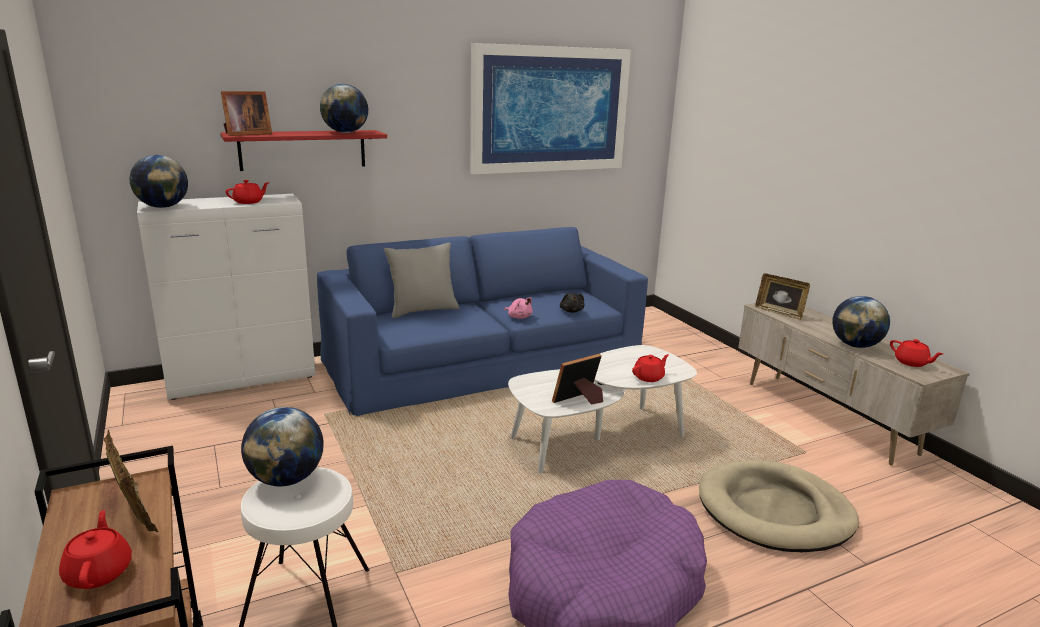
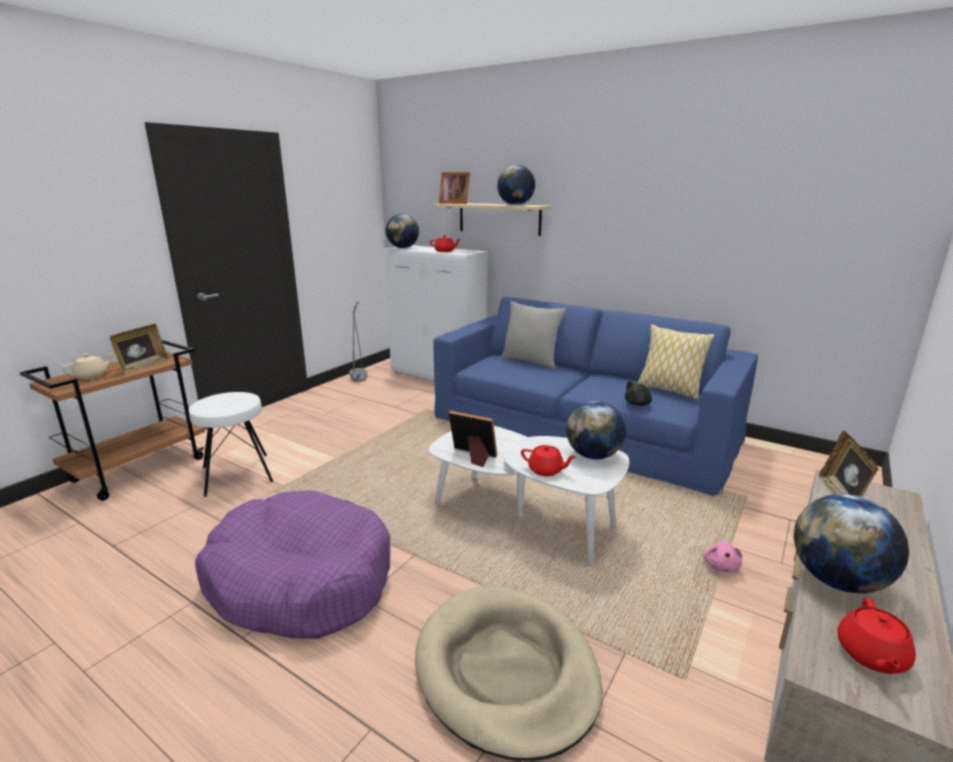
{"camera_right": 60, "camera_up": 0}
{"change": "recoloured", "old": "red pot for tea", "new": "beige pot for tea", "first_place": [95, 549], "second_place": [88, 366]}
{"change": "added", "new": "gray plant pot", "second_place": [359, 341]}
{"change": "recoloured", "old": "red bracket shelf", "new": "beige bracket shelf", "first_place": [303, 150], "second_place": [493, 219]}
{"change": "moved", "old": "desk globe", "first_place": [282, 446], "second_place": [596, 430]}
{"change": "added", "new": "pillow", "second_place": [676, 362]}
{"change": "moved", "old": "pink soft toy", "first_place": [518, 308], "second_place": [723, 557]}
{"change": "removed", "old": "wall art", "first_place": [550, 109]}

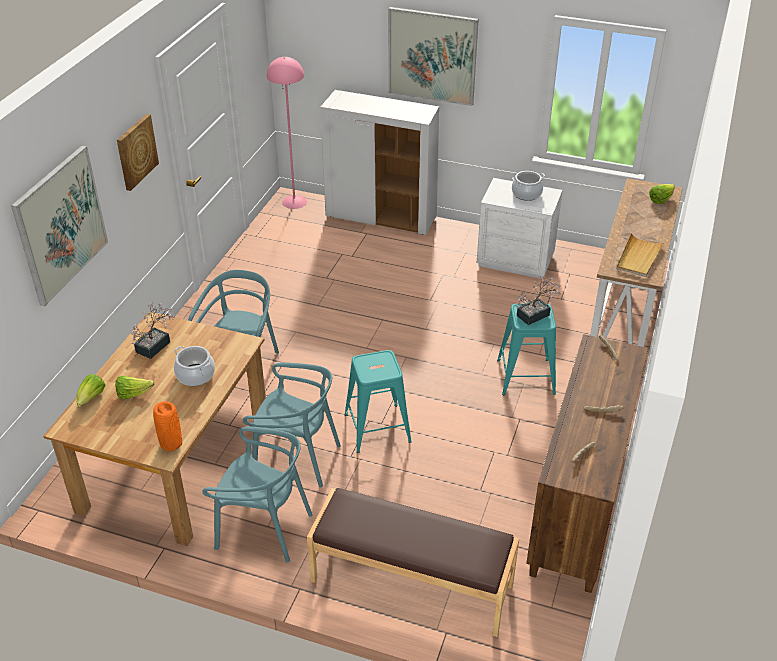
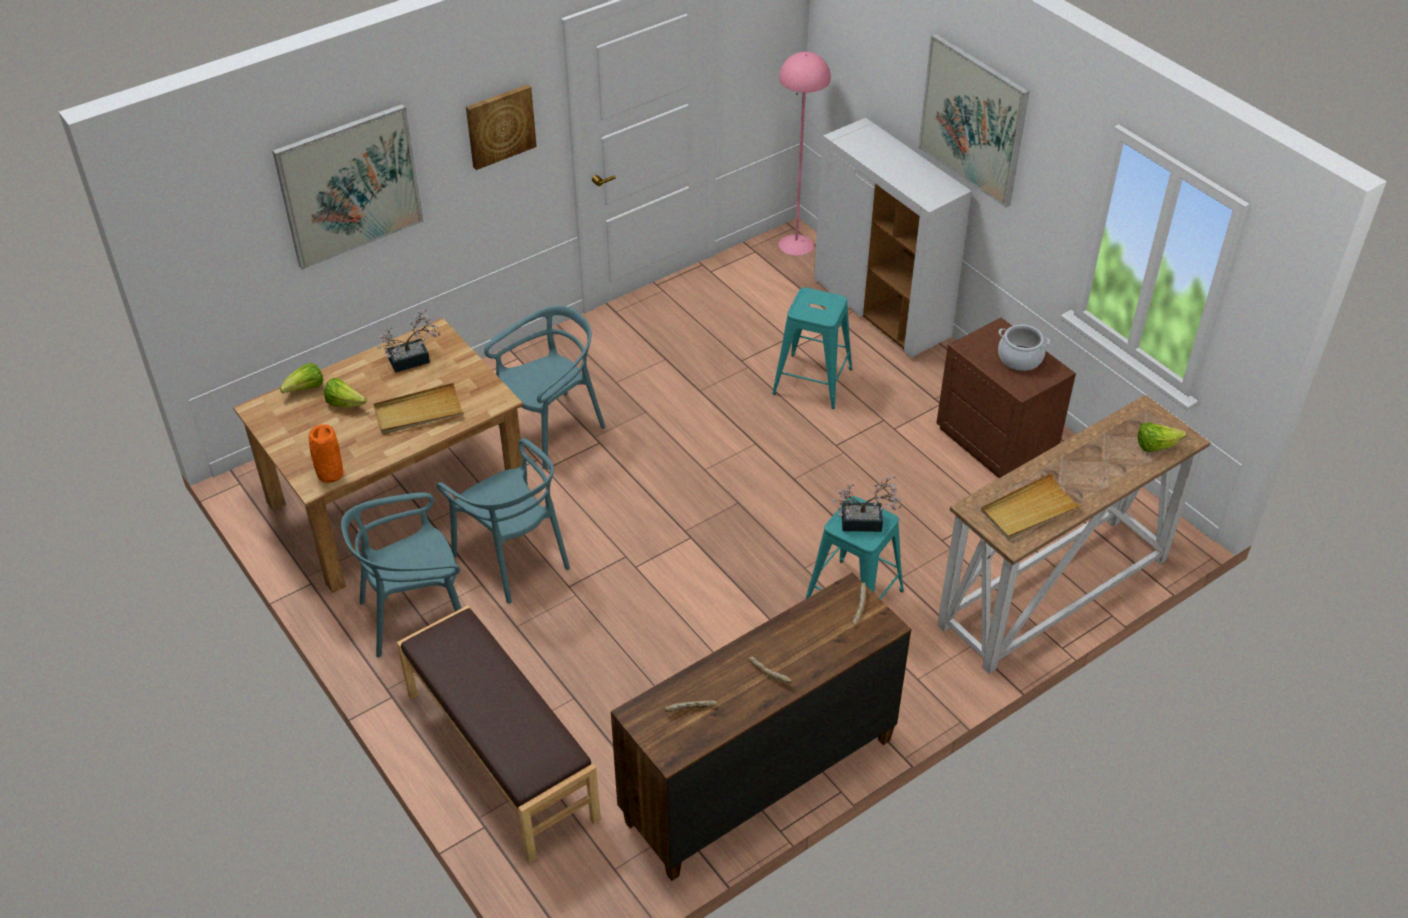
{"camera_right": 35, "camera_up": 5}
{"change": "turned", "old": "blue-green chair", "first_place": [257, 494], "second_place": [401, 575], "degrees": 105}
{"change": "replaced", "old": "cooking pot", "new": "beige tray", "first_place": [194, 366], "second_place": [419, 408]}
{"change": "moved", "old": "blue-green stool", "first_place": [378, 401], "second_place": [812, 348]}
{"change": "recoloured", "old": "white nightstand", "new": "brown nightstand", "first_place": [520, 228], "second_place": [1006, 398]}

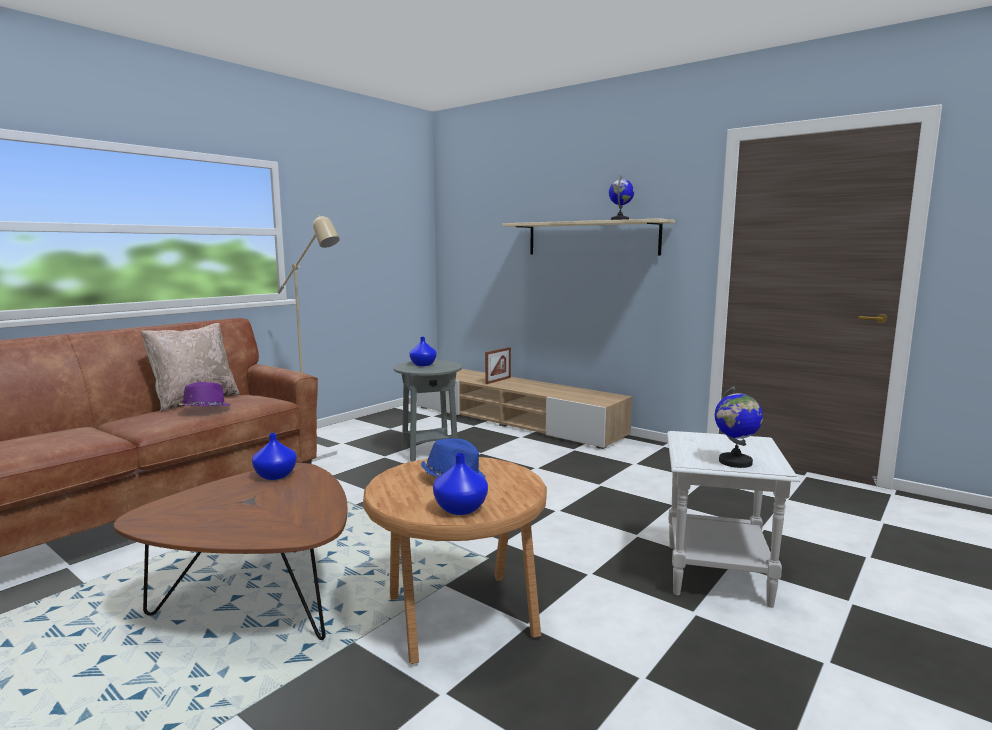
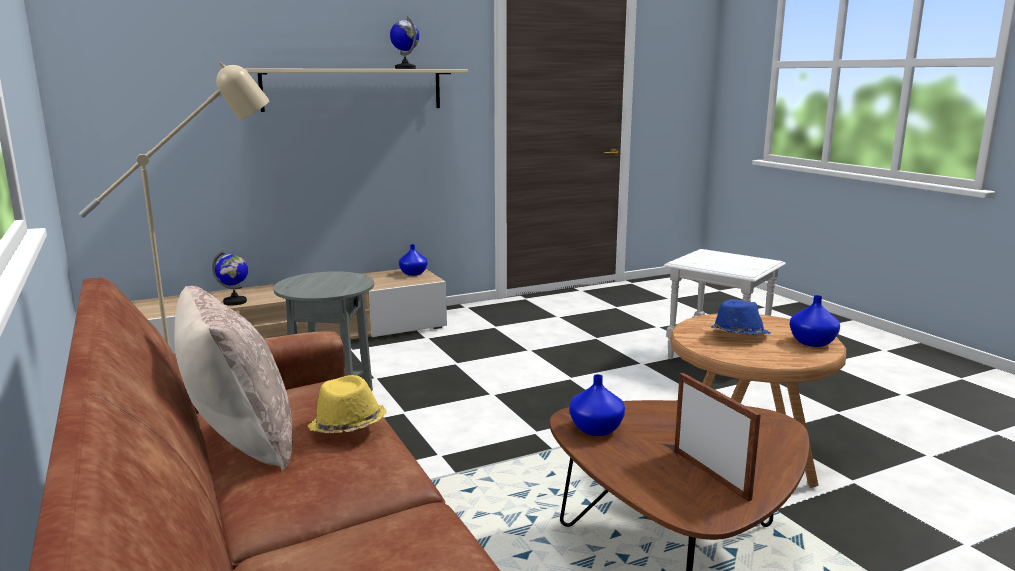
{"camera_right": -65, "camera_up": 5}
{"change": "moved", "old": "desk globe", "first_place": [739, 427], "second_place": [230, 277]}
{"change": "recoloured", "old": "purple wearable hat", "new": "yellow wearable hat", "first_place": [204, 394], "second_place": [346, 404]}
{"change": "moved", "old": "bluish decorative vase", "first_place": [423, 351], "second_place": [413, 260]}
{"change": "moved", "old": "photo frame", "first_place": [498, 365], "second_place": [717, 437]}

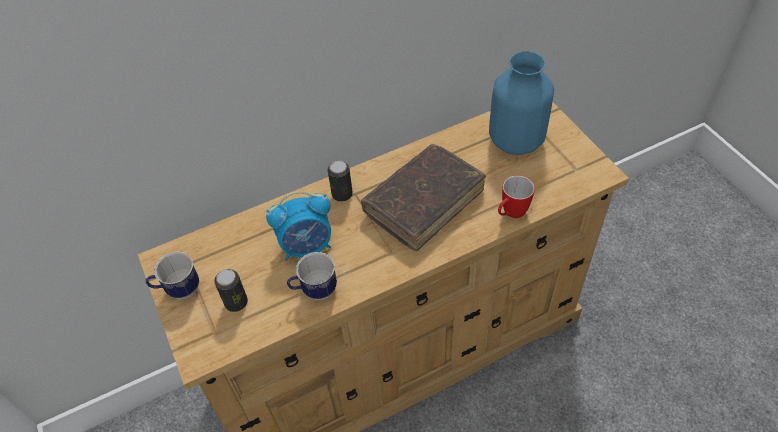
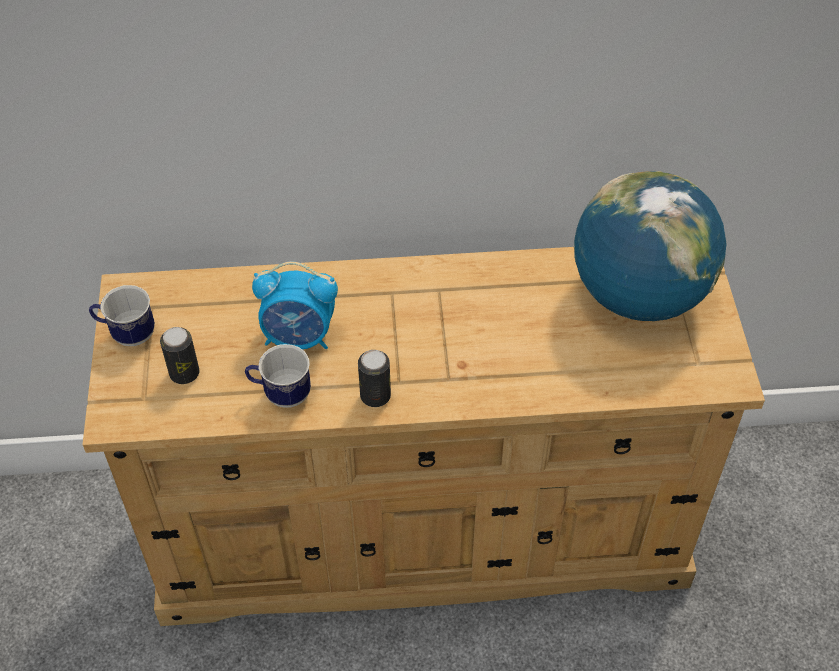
{"camera_right": 20, "camera_up": 0}
{"change": "moved", "old": "can", "first_place": [340, 181], "second_place": [374, 378]}
{"change": "replaced", "old": "bluish decorative vase", "new": "desk globe", "first_place": [521, 103], "second_place": [649, 246]}
{"change": "removed", "old": "brown book", "first_place": [423, 197]}
{"change": "removed", "old": "coffee mug", "first_place": [516, 196]}

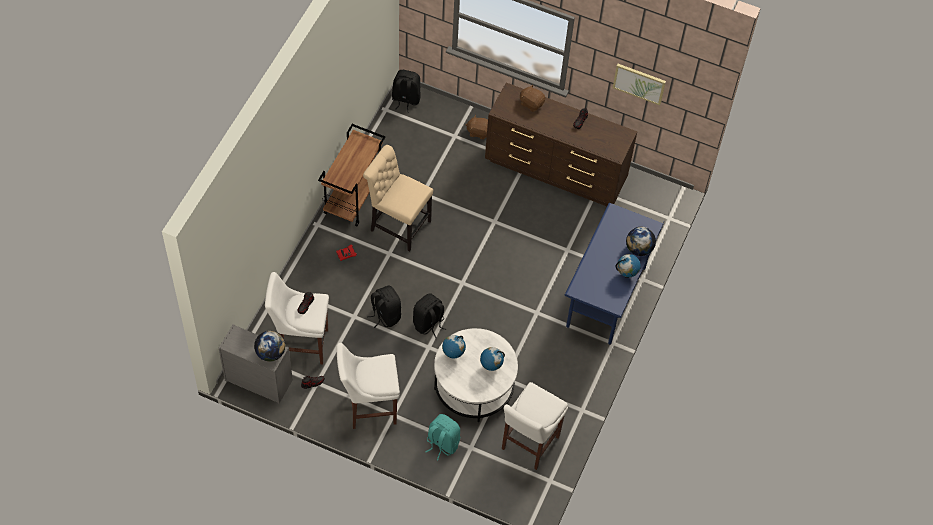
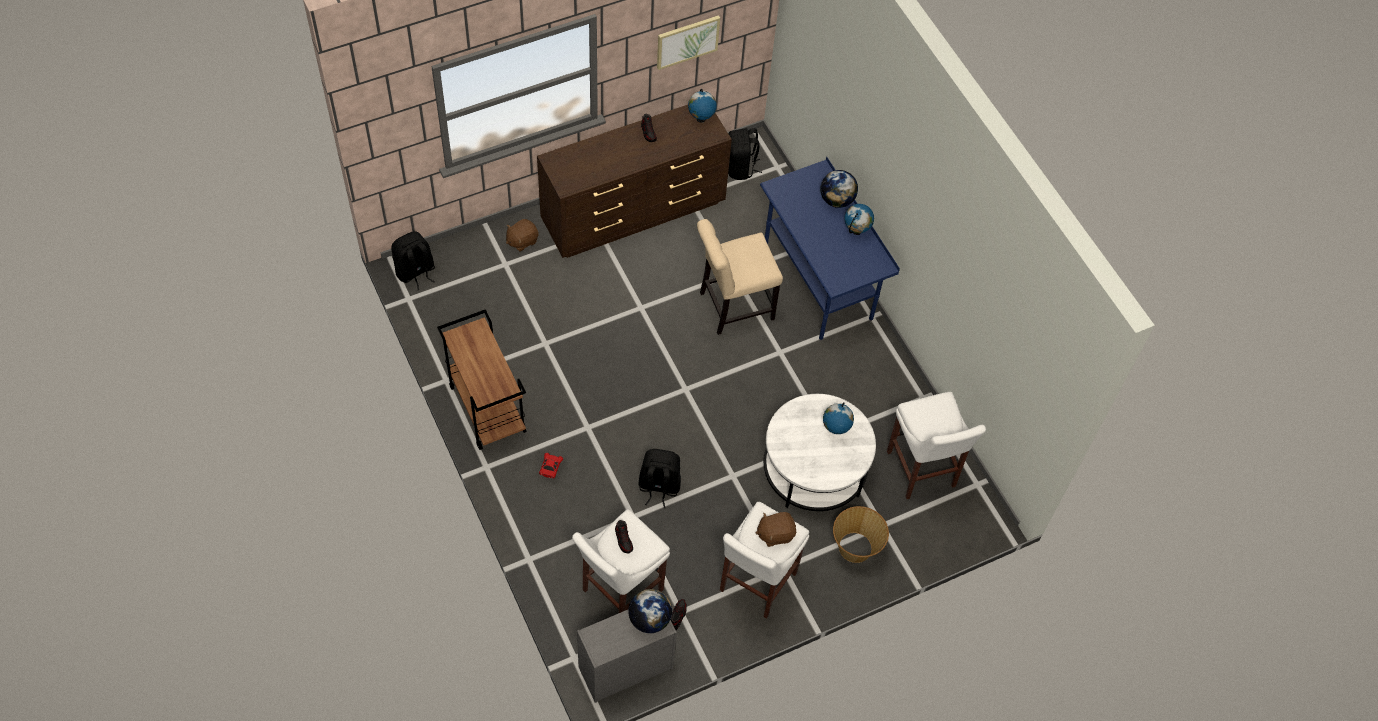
{"camera_right": -50, "camera_up": 0}
{"change": "moved", "old": "desk globe", "first_place": [454, 346], "second_place": [702, 105]}
{"change": "moved", "old": "beige chair", "first_place": [398, 198], "second_place": [740, 277]}
{"change": "moved", "old": "black-coloured backpack", "first_place": [430, 315], "second_place": [745, 154]}
{"change": "moved", "old": "brown soft toy", "first_place": [532, 98], "second_place": [776, 529]}
{"change": "replaced", "old": "blue-green backpack", "new": "storage basket", "first_place": [442, 437], "second_place": [861, 534]}

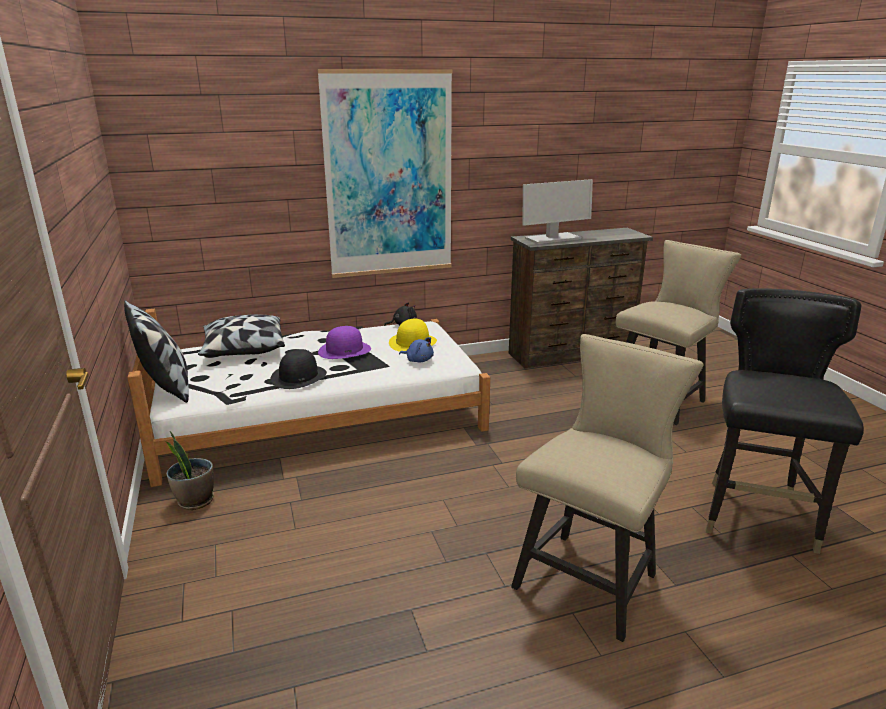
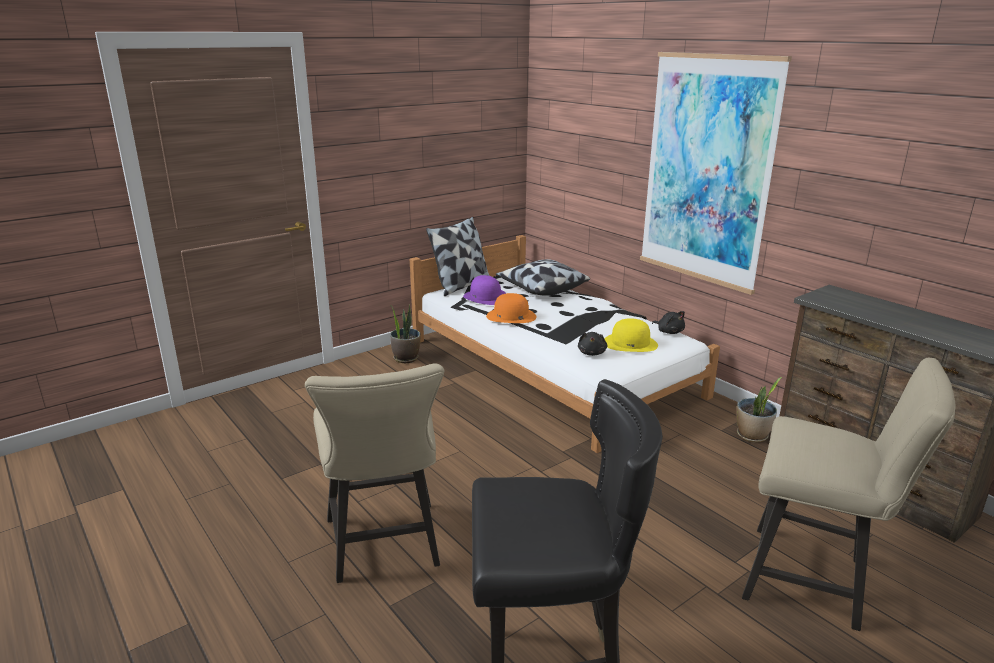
{"camera_right": 70, "camera_up": 0}
{"change": "turned", "old": "beige chair", "first_place": [607, 488], "second_place": [374, 473], "degrees": 60}
{"change": "moved", "old": "purple wearable hat", "first_place": [344, 342], "second_place": [484, 290]}
{"change": "recoloured", "old": "black-coloured wearable hat", "new": "orange-coloured wearable hat", "first_place": [298, 369], "second_place": [511, 308]}
{"change": "recoloured", "old": "bluish soft toy", "new": "black-coloured soft toy", "first_place": [416, 349], "second_place": [592, 344]}
{"change": "added", "new": "houseplant", "second_place": [759, 410]}
{"change": "removed", "old": "monitor", "first_place": [558, 211]}

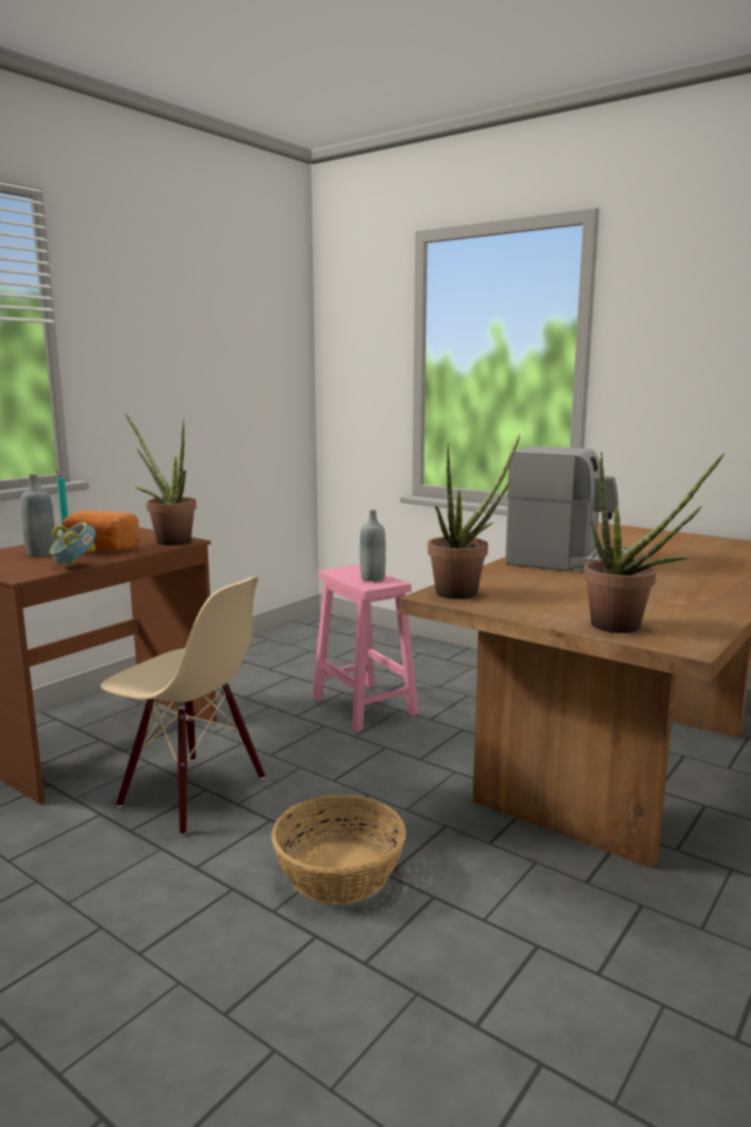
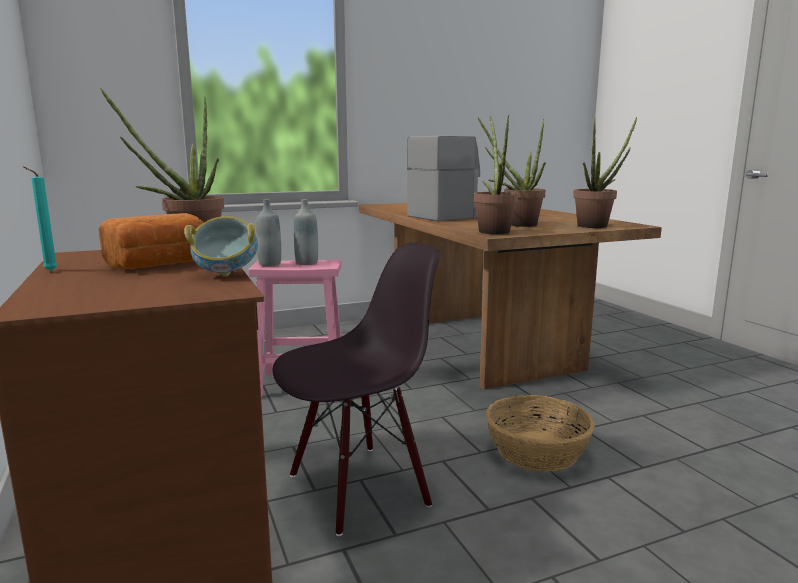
{"camera_right": -60, "camera_up": 0}
{"change": "moved", "old": "gray drink bottle", "first_place": [38, 515], "second_place": [268, 232]}
{"change": "recoloured", "old": "beige chair", "new": "black-coloured chair", "first_place": [183, 706], "second_place": [356, 389]}
{"change": "added", "new": "houseplant", "second_place": [511, 172]}

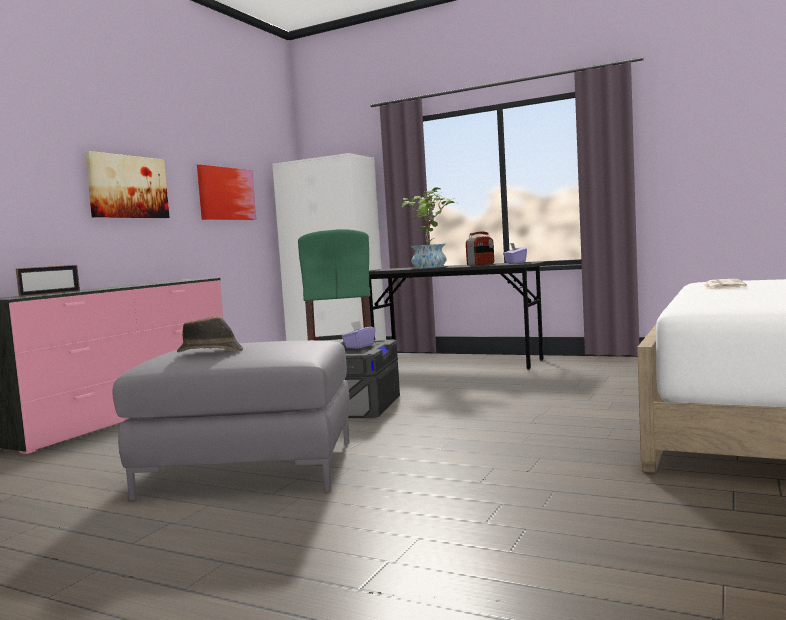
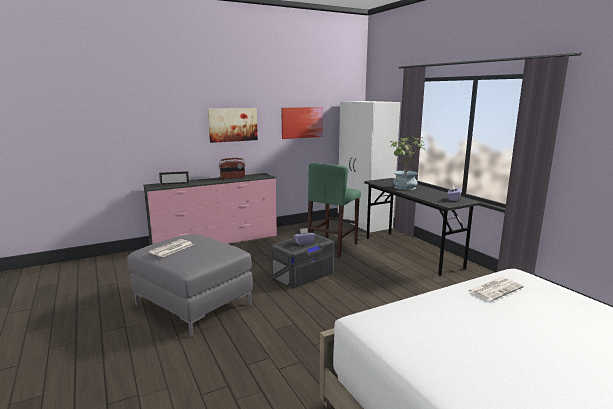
{"camera_right": 35, "camera_up": 10}
{"change": "replaced", "old": "brown wearable hat", "new": "newspaper", "first_place": [210, 334], "second_place": [171, 248]}
{"change": "moved", "old": "radio set", "first_place": [480, 249], "second_place": [232, 168]}

